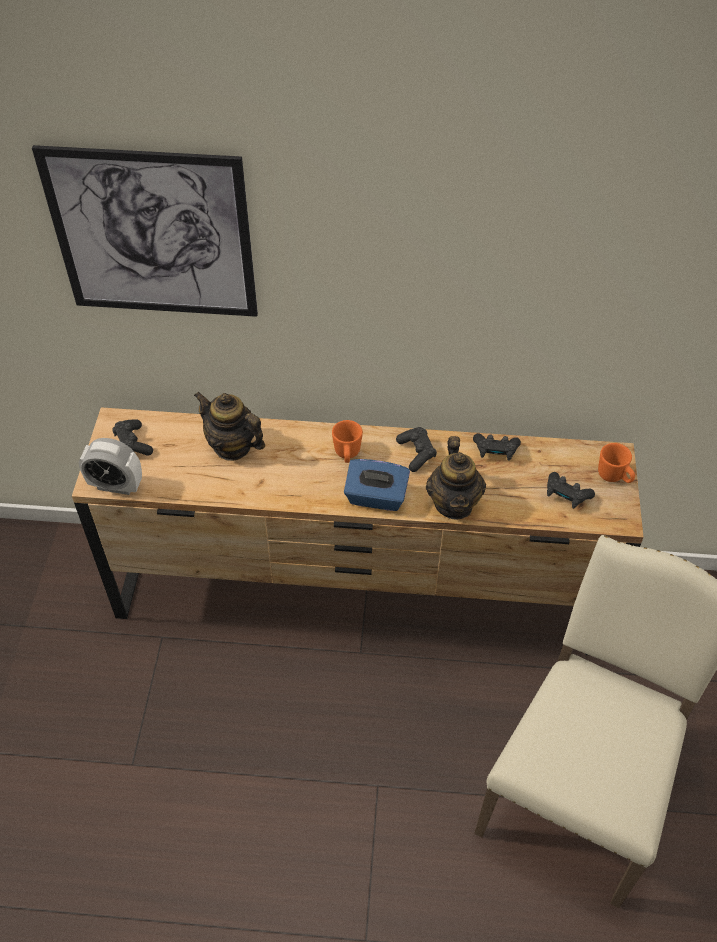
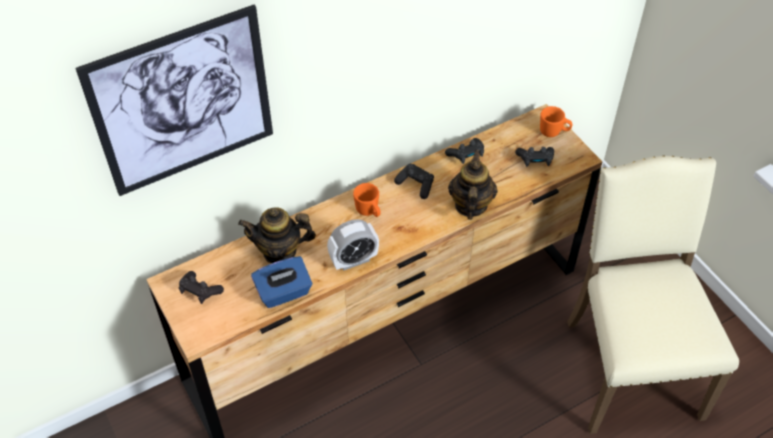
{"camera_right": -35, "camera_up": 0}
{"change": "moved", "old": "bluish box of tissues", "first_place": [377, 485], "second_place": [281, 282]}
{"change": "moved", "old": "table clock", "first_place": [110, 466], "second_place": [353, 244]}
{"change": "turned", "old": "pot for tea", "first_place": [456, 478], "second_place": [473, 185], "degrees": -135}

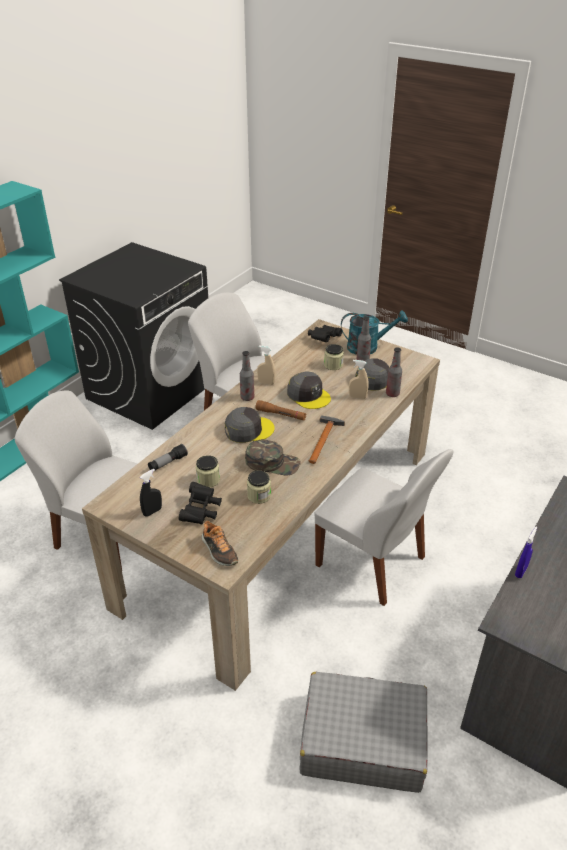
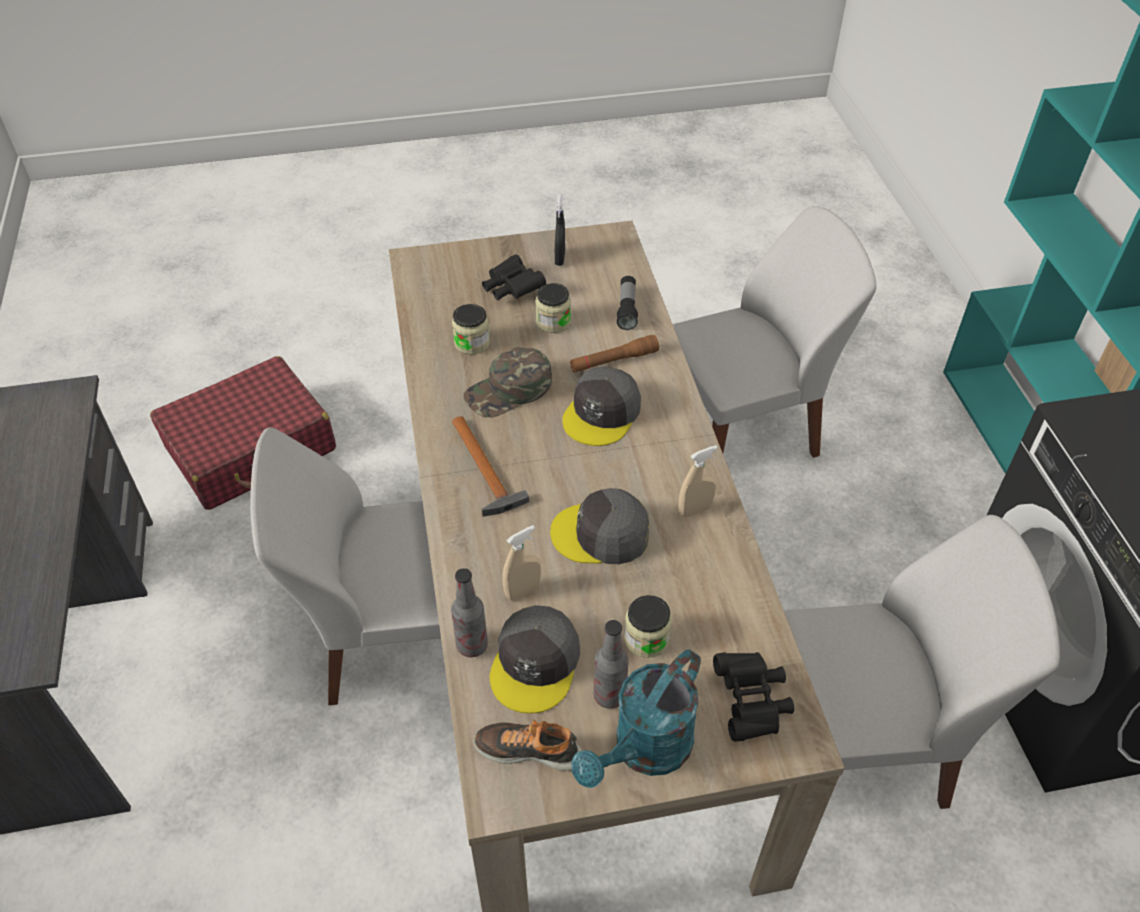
{"camera_right": 135, "camera_up": 10}
{"change": "recoloured", "old": "gray travel case", "new": "red travel case", "first_place": [364, 732], "second_place": [243, 433]}
{"change": "moved", "old": "shoe", "first_place": [220, 543], "second_place": [527, 745]}
{"change": "moved", "old": "brown hand torch", "first_place": [281, 410], "second_place": [614, 354]}
{"change": "removed", "old": "drink bottle", "first_place": [247, 376]}
{"change": "removed", "old": "bluish hand sprayer", "first_place": [526, 552]}

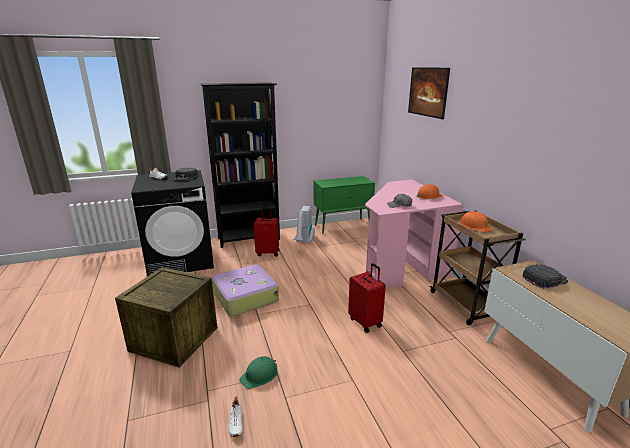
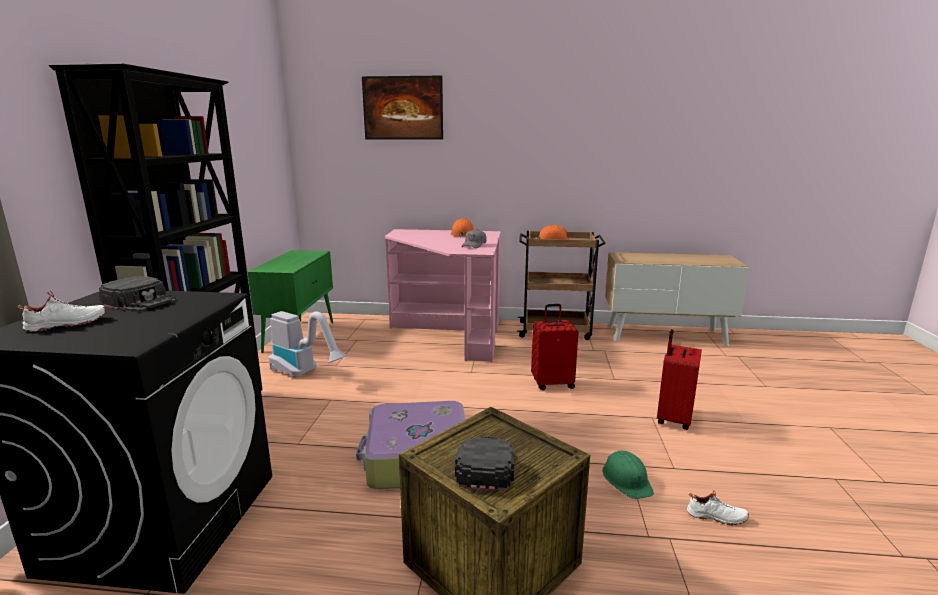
{"camera_right": -65, "camera_up": -5}
{"change": "moved", "old": "black-coloured baseball cap", "first_place": [545, 276], "second_place": [485, 464]}
{"change": "moved", "old": "red travel case", "first_place": [266, 232], "second_place": [679, 379]}

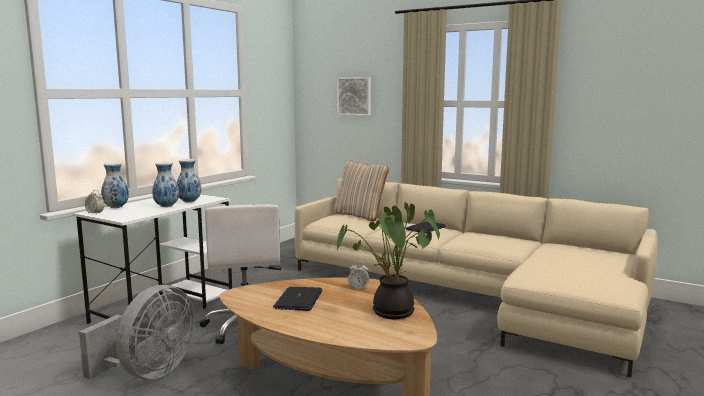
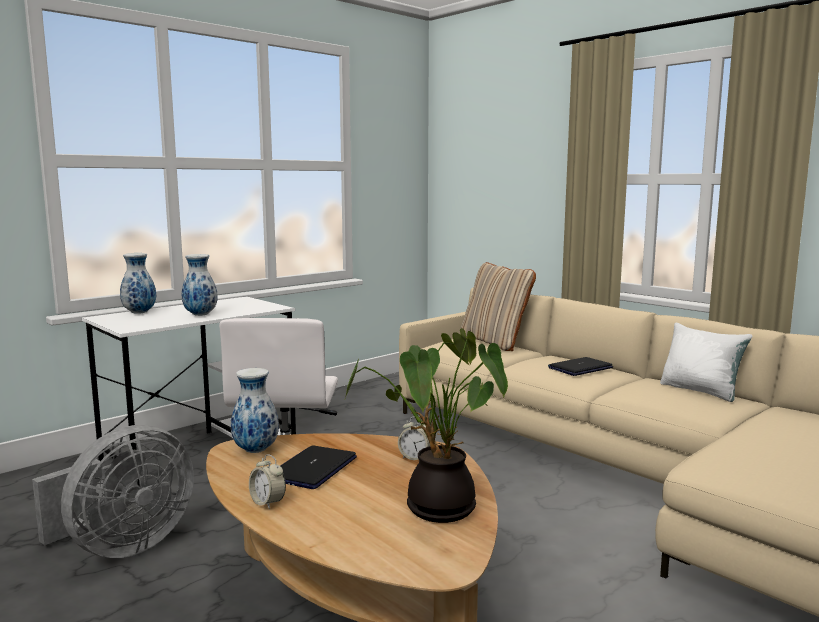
{"camera_right": 15, "camera_up": 0}
{"change": "moved", "old": "decorative vase", "first_place": [189, 181], "second_place": [255, 410]}
{"change": "moved", "old": "table clock", "first_place": [94, 202], "second_place": [267, 481]}
{"change": "added", "new": "white pillow", "second_place": [706, 362]}
{"change": "removed", "old": "wall art", "first_place": [354, 96]}

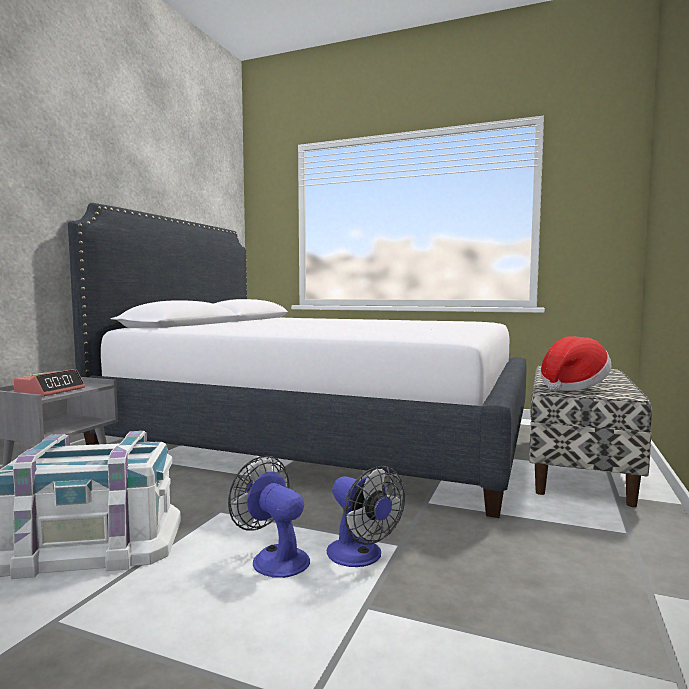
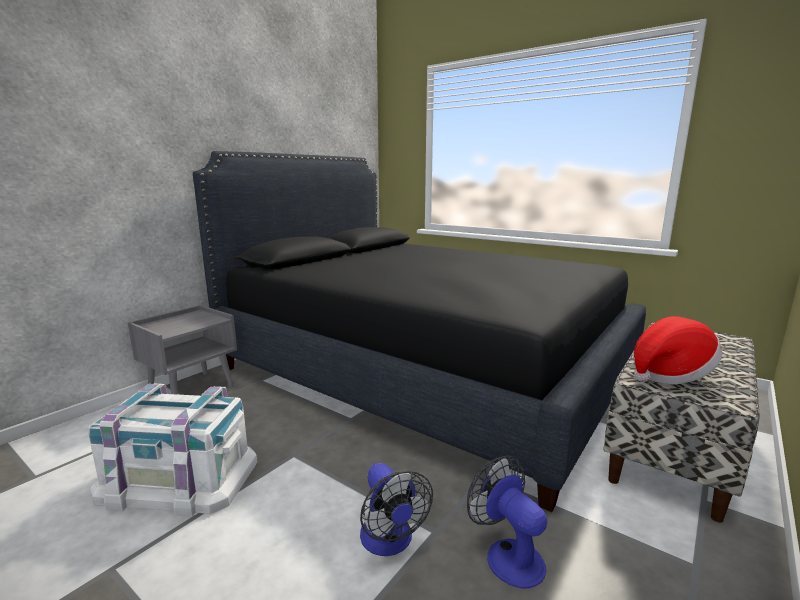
{"camera_right": 15, "camera_up": 10}
{"change": "recoloured", "old": "white bedroom bed", "new": "black-coloured bedroom bed", "first_place": [297, 360], "second_place": [419, 331]}
{"change": "moved", "old": "fan", "first_place": [269, 517], "second_place": [507, 522]}
{"change": "removed", "old": "table clock", "first_place": [49, 382]}

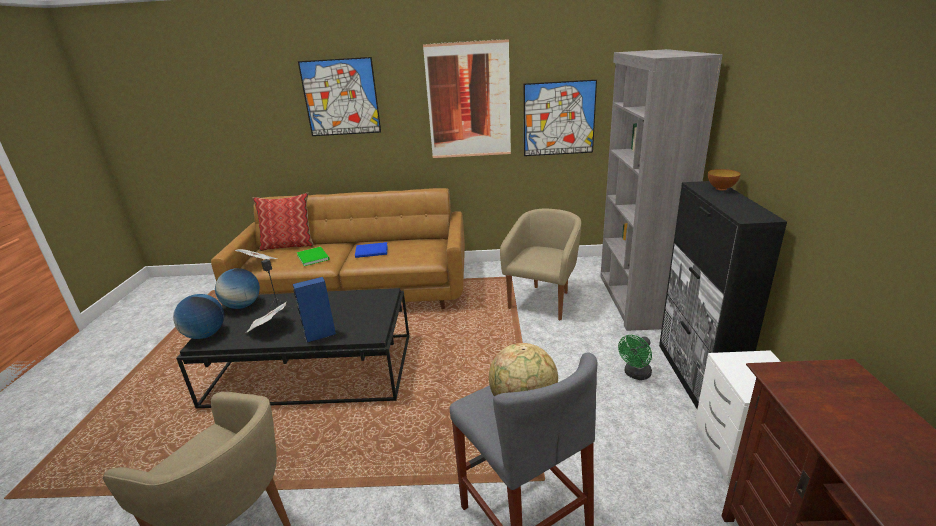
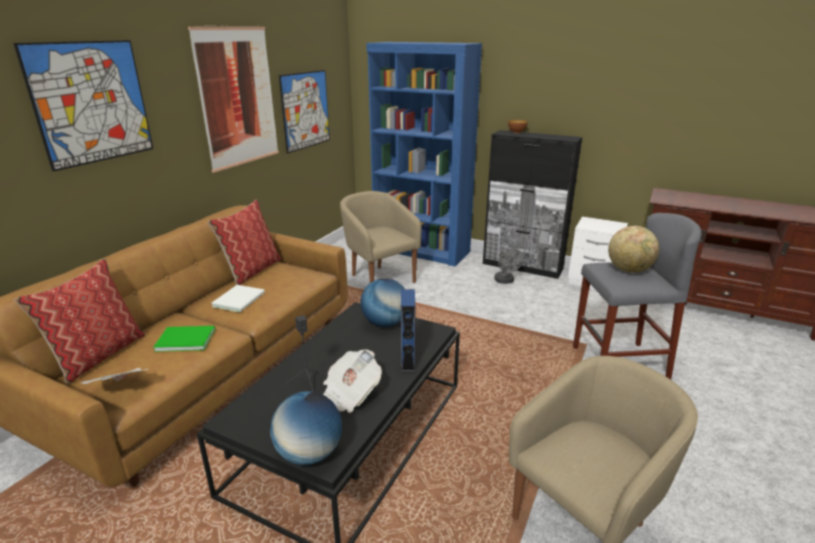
{"camera_right": -65, "camera_up": 0}
{"change": "added", "new": "pillow", "second_place": [244, 242]}
{"change": "recoloured", "old": "bluish book", "new": "white book", "first_place": [371, 250], "second_place": [238, 298]}
{"change": "moved", "old": "desk globe", "first_place": [237, 288], "second_place": [382, 302]}
{"change": "recoloured", "old": "gray bookcase", "new": "bluish bookcase", "first_place": [661, 190], "second_place": [424, 154]}
{"change": "recoloured", "old": "greenish fan", "new": "gray fan", "first_place": [635, 357], "second_place": [508, 266]}

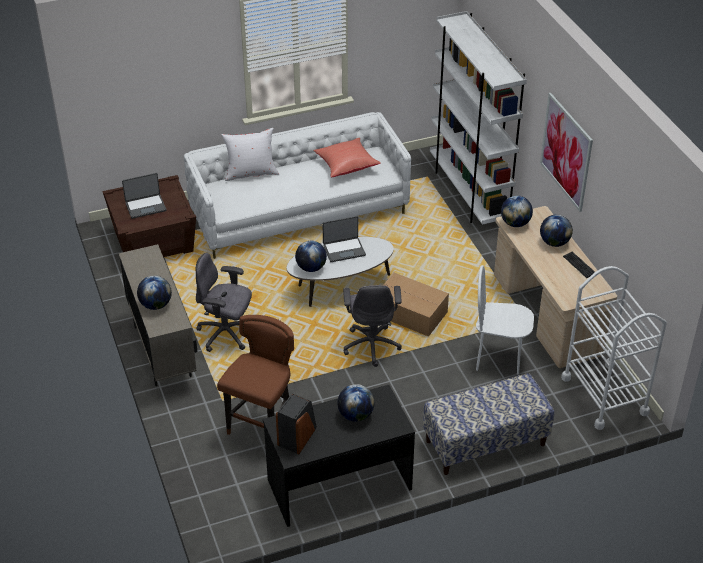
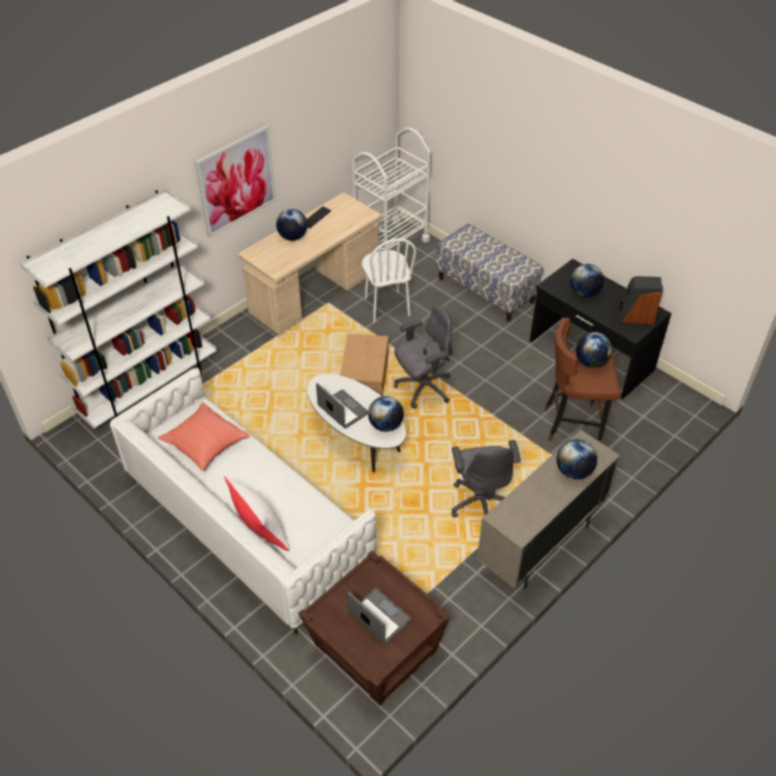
{"camera_right": -115, "camera_up": 5}
{"change": "moved", "old": "desk globe", "first_place": [517, 211], "second_place": [594, 350]}

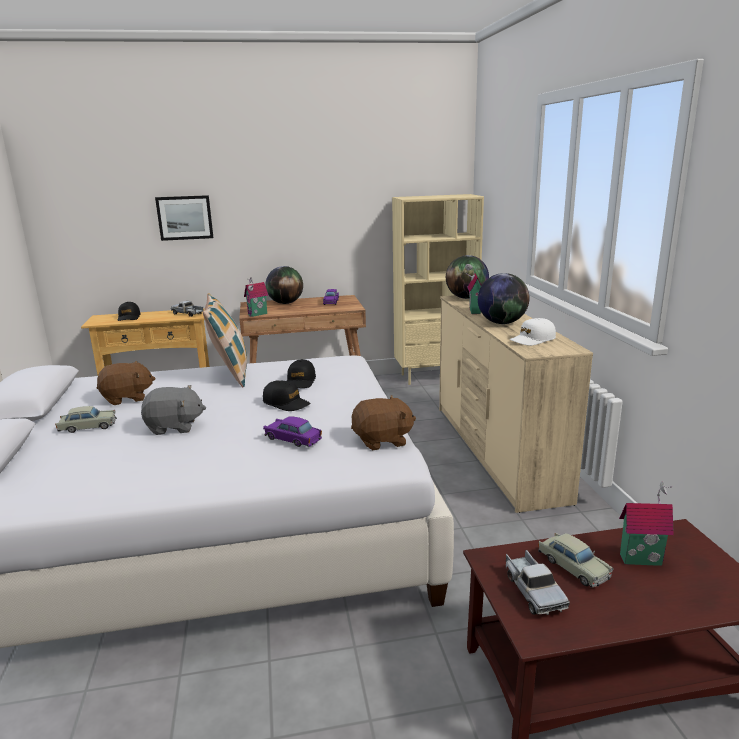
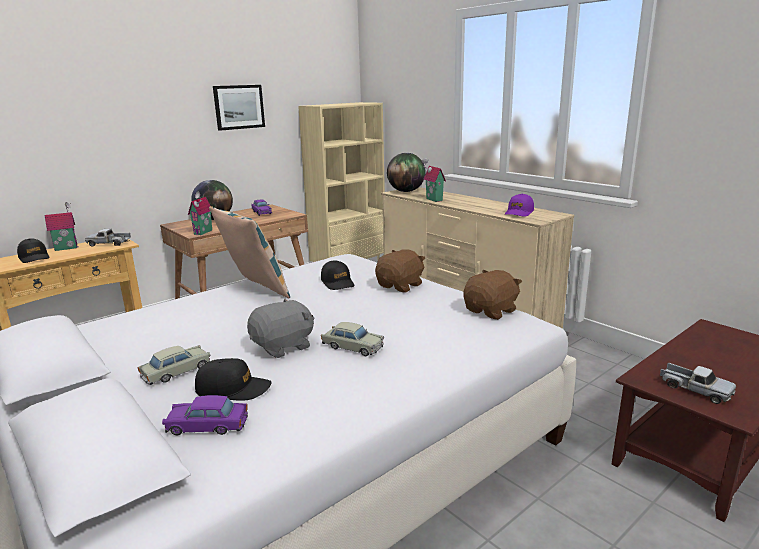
{"camera_right": -30, "camera_up": 0}
{"change": "moved", "old": "model house", "first_place": [646, 523], "second_place": [62, 226]}
{"change": "moved", "old": "purple toy car", "first_place": [292, 431], "second_place": [205, 415]}
{"change": "moved", "old": "black-coloured baseball cap", "first_place": [287, 395], "second_place": [233, 379]}
{"change": "moved", "old": "wall art", "first_place": [184, 218], "second_place": [239, 108]}
{"change": "moved", "old": "beige toy car", "first_place": [576, 560], "second_place": [352, 339]}
{"change": "moved", "old": "brown soft toy", "first_place": [126, 383], "second_place": [400, 270]}
{"change": "recoloured", "old": "white baseball cap", "new": "purple baseball cap", "first_place": [533, 332], "second_place": [519, 205]}
{"change": "removed", "old": "desk globe", "first_place": [504, 298]}

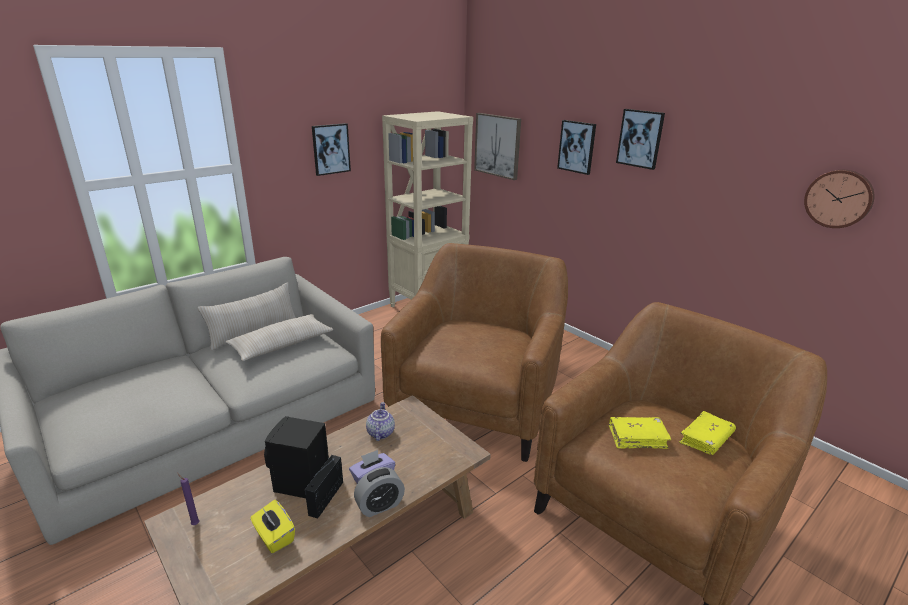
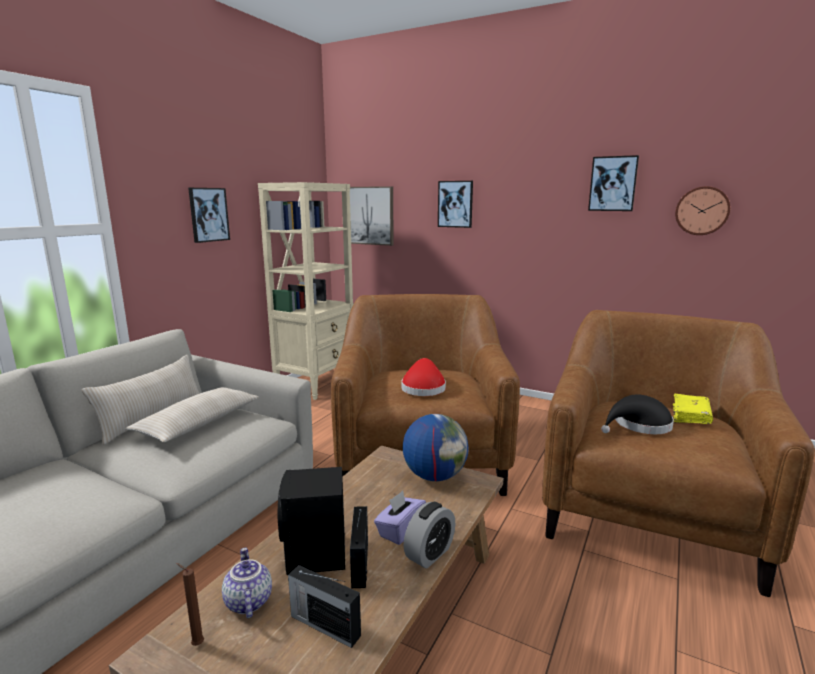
{"camera_right": -20, "camera_up": -10}
{"change": "recoloured", "old": "purple wax light", "new": "brown wax light", "first_place": [188, 499], "second_place": [190, 604]}
{"change": "moved", "old": "pot for tea", "first_place": [380, 421], "second_place": [247, 582]}
{"change": "replaced", "old": "yellow box of tissues", "new": "radio set", "first_place": [272, 526], "second_place": [324, 606]}
{"change": "added", "new": "red wearable hat", "second_place": [423, 377]}
{"change": "added", "new": "desk globe", "second_place": [436, 447]}
{"change": "moved", "old": "wall art", "first_place": [640, 139], "second_place": [613, 183]}
{"change": "replaced", "old": "yellow book", "new": "black-coloured wearable hat", "first_place": [640, 433], "second_place": [637, 414]}

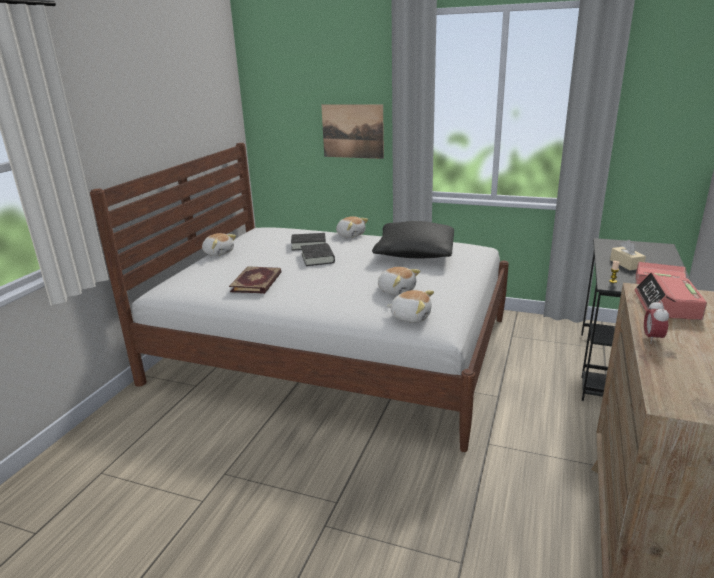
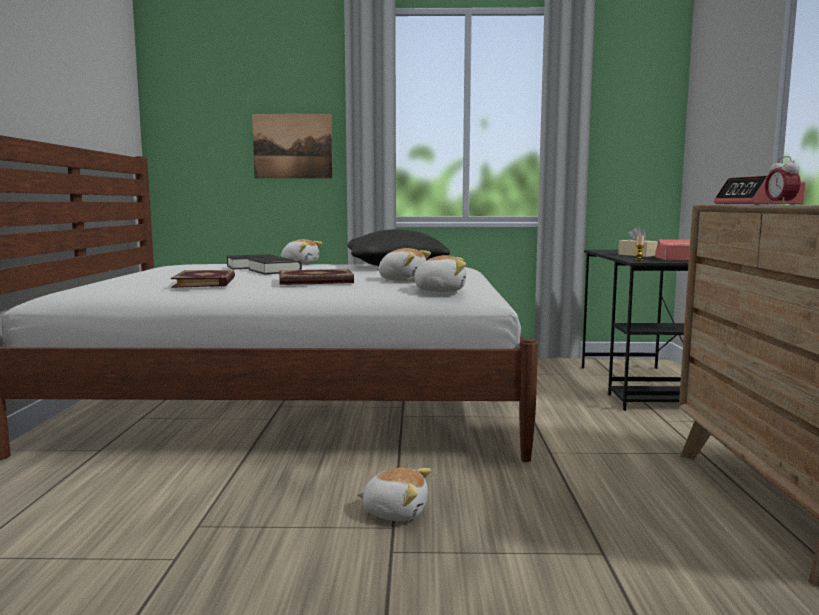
{"camera_right": -20, "camera_up": -15}
{"change": "added", "new": "book", "second_place": [316, 277]}
{"change": "moved", "old": "soft toy", "first_place": [219, 244], "second_place": [393, 494]}

